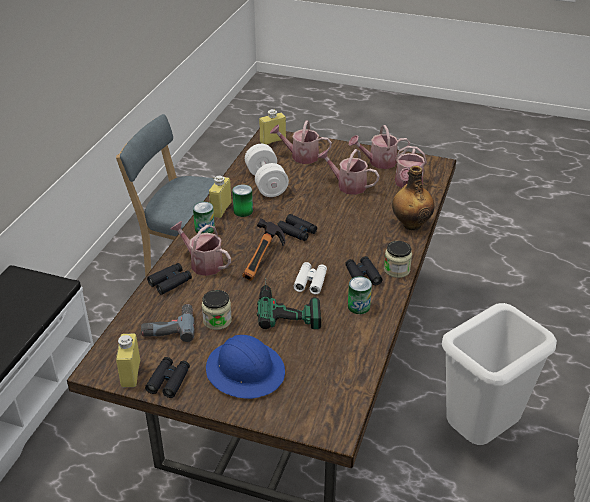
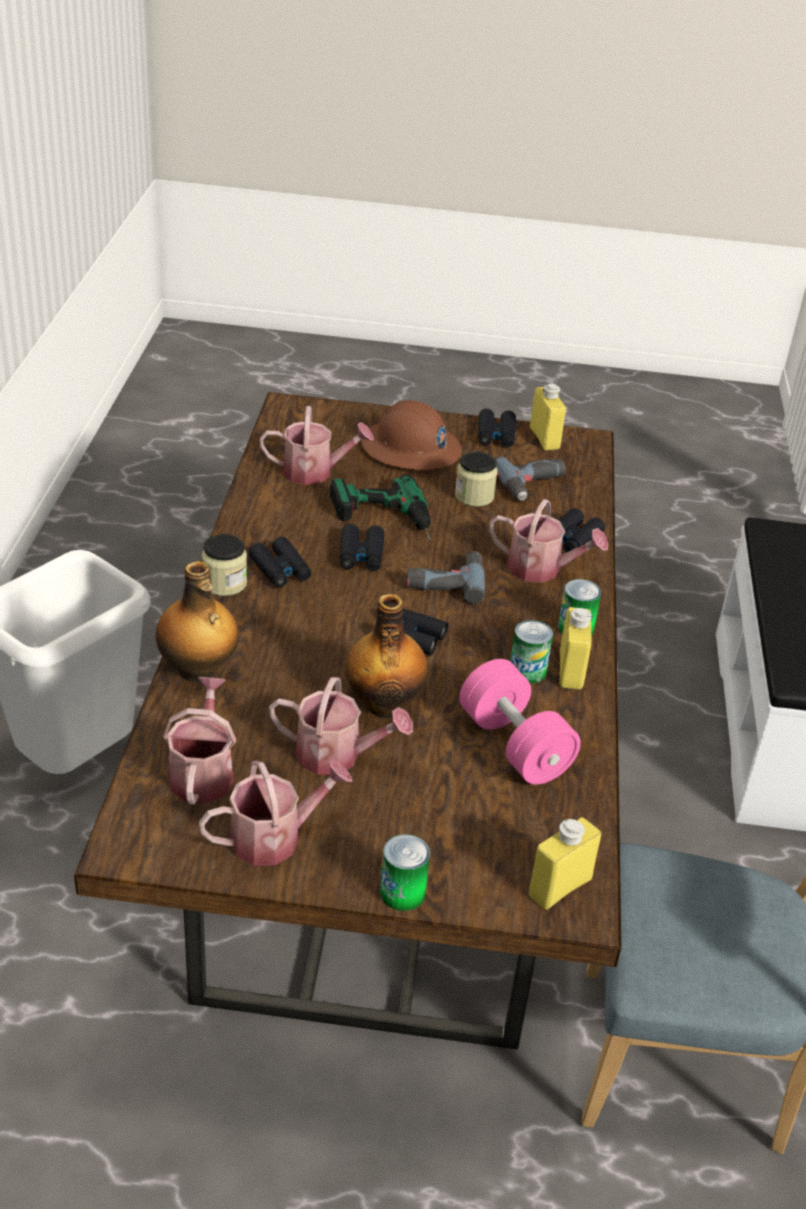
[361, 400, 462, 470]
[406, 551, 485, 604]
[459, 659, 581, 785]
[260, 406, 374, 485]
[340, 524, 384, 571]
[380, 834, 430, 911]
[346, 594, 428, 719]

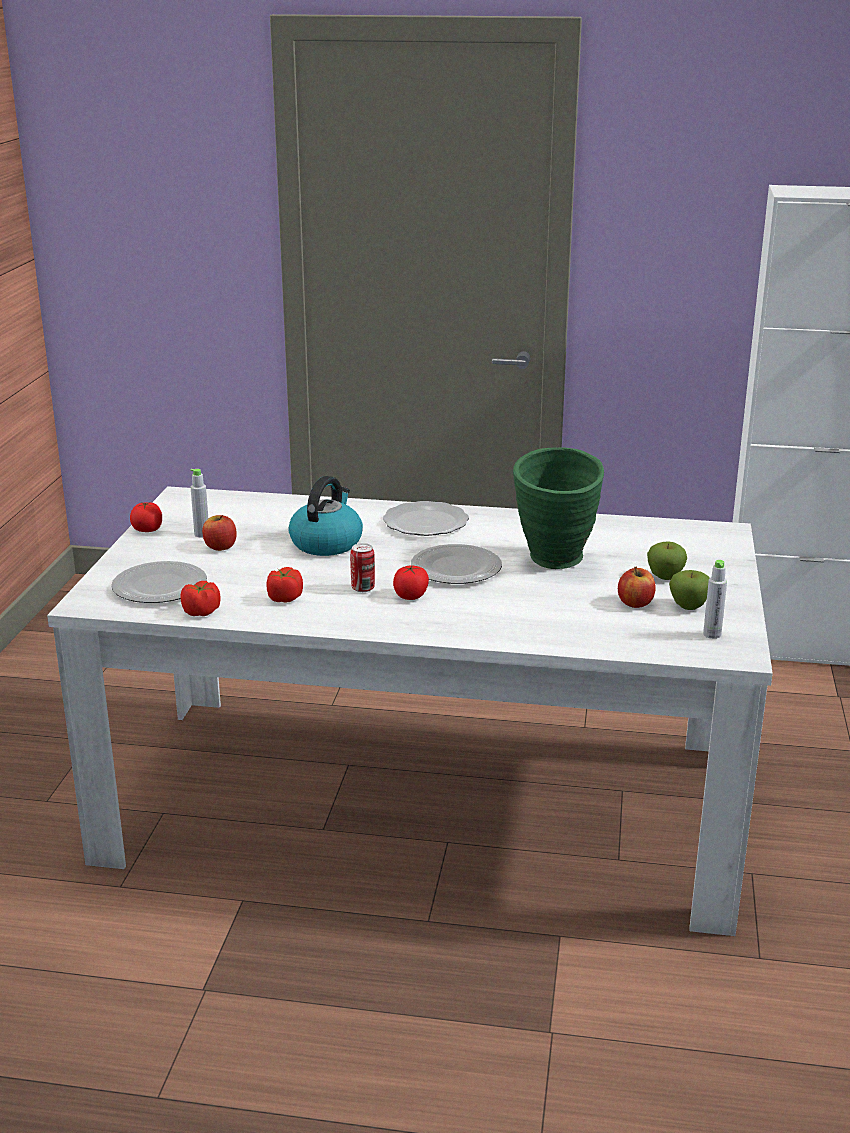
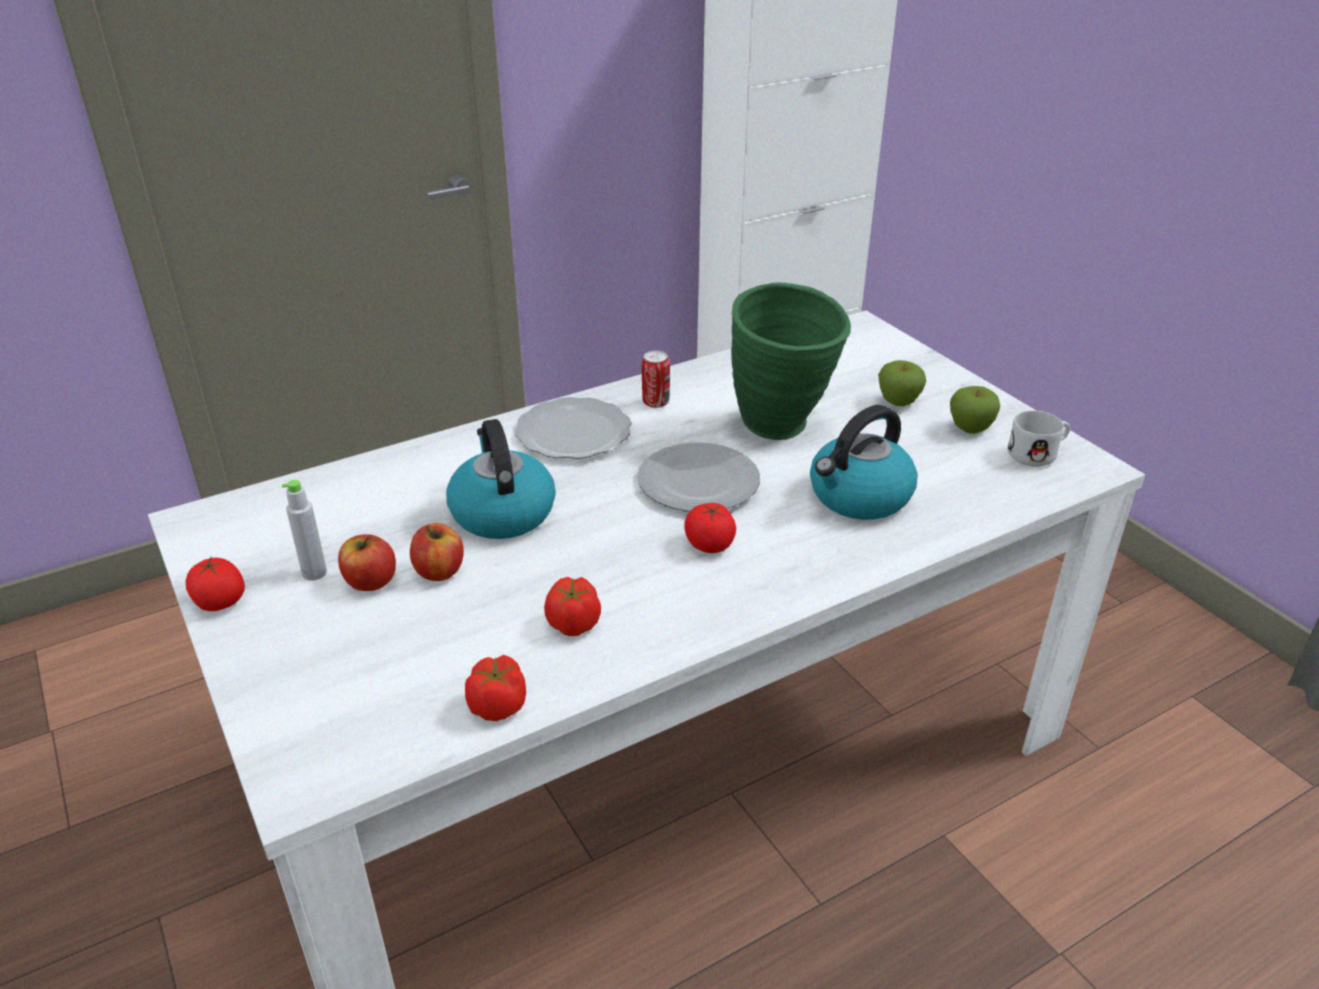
[111, 561, 207, 603] (first image)
[642, 351, 670, 408]
[410, 523, 464, 581]
[1008, 410, 1070, 467]
[810, 405, 917, 520]

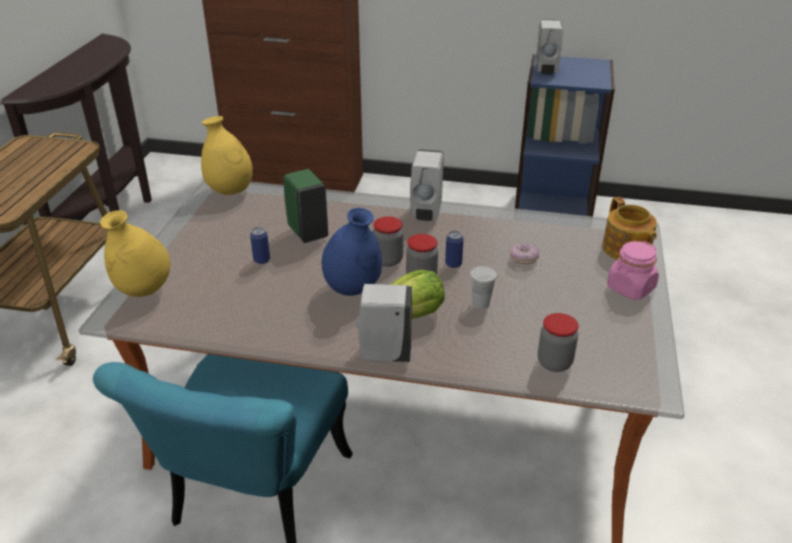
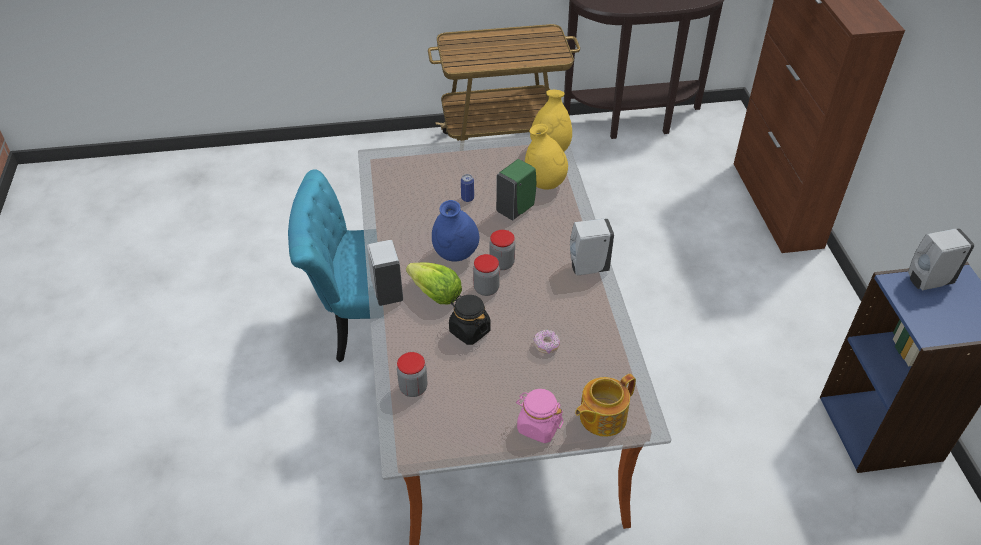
[525, 124, 568, 190]
[445, 231, 464, 268] (first image)
[449, 295, 491, 345]

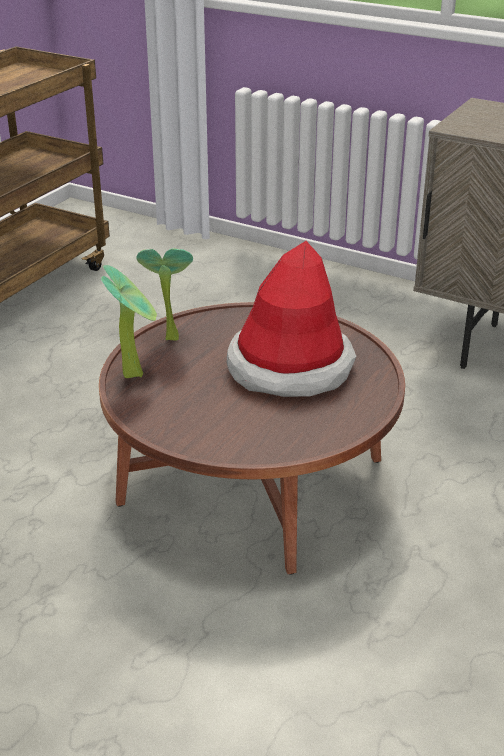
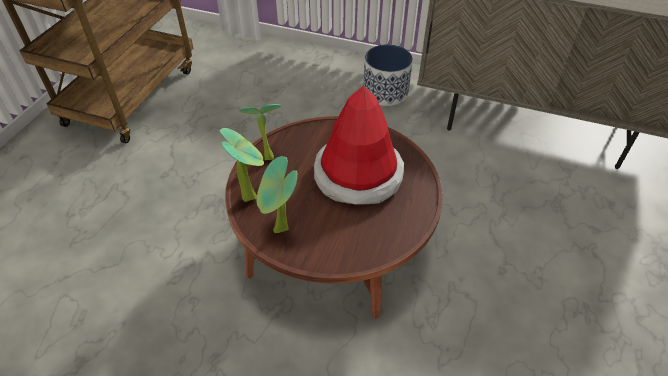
[257, 156, 297, 233]
[363, 44, 413, 106]

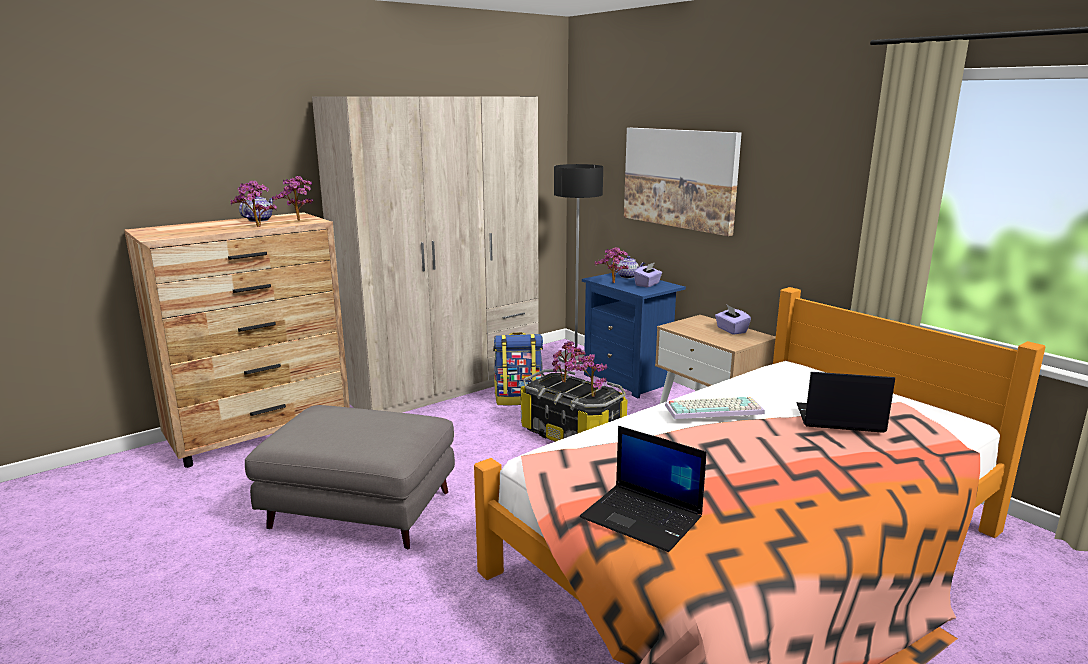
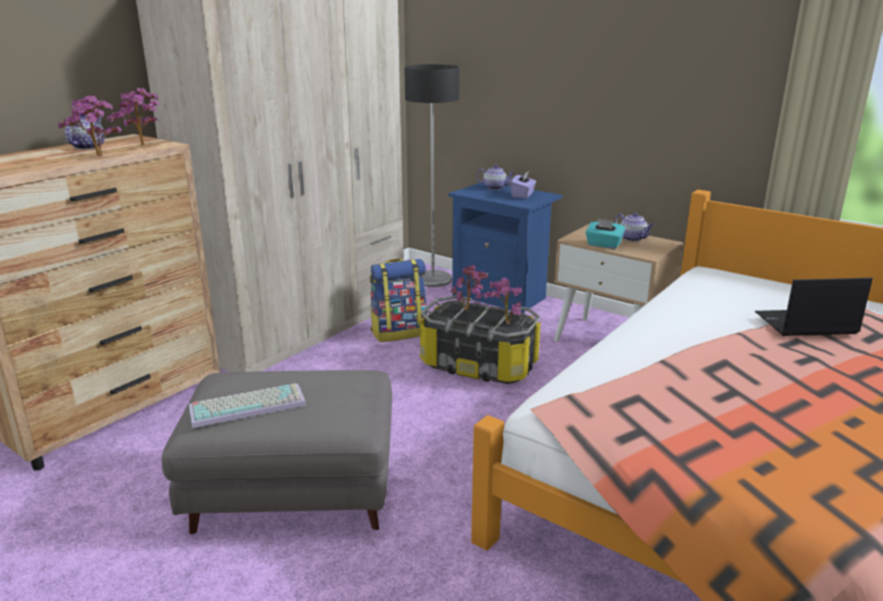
[580, 426, 707, 552] (first image)
[595, 247, 629, 283] (first image)
[624, 128, 742, 236] (first image)
[189, 383, 307, 428]
[615, 213, 654, 241]
[585, 219, 626, 249]

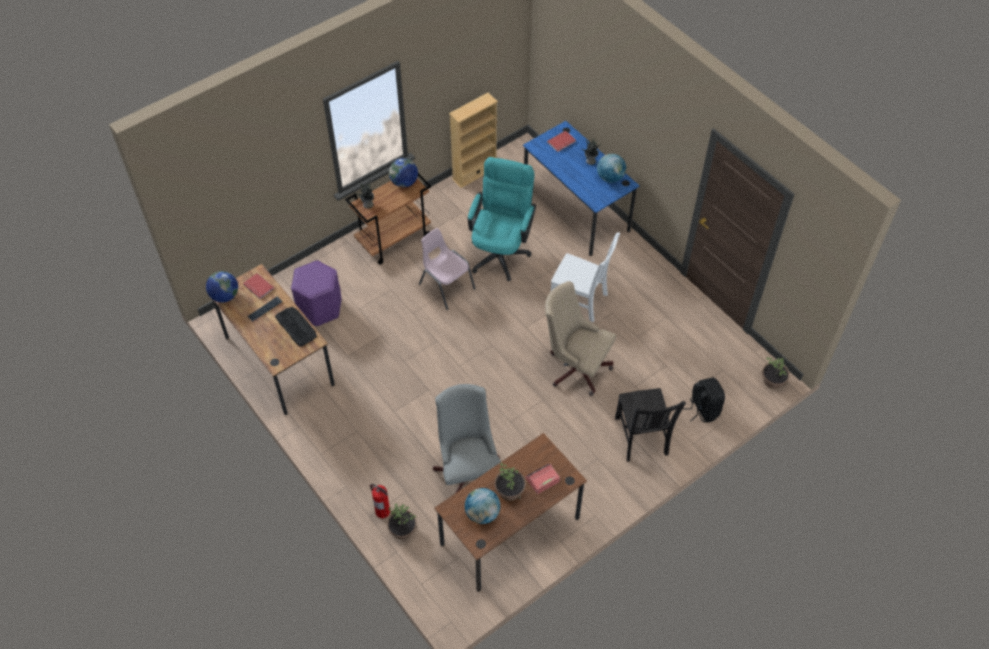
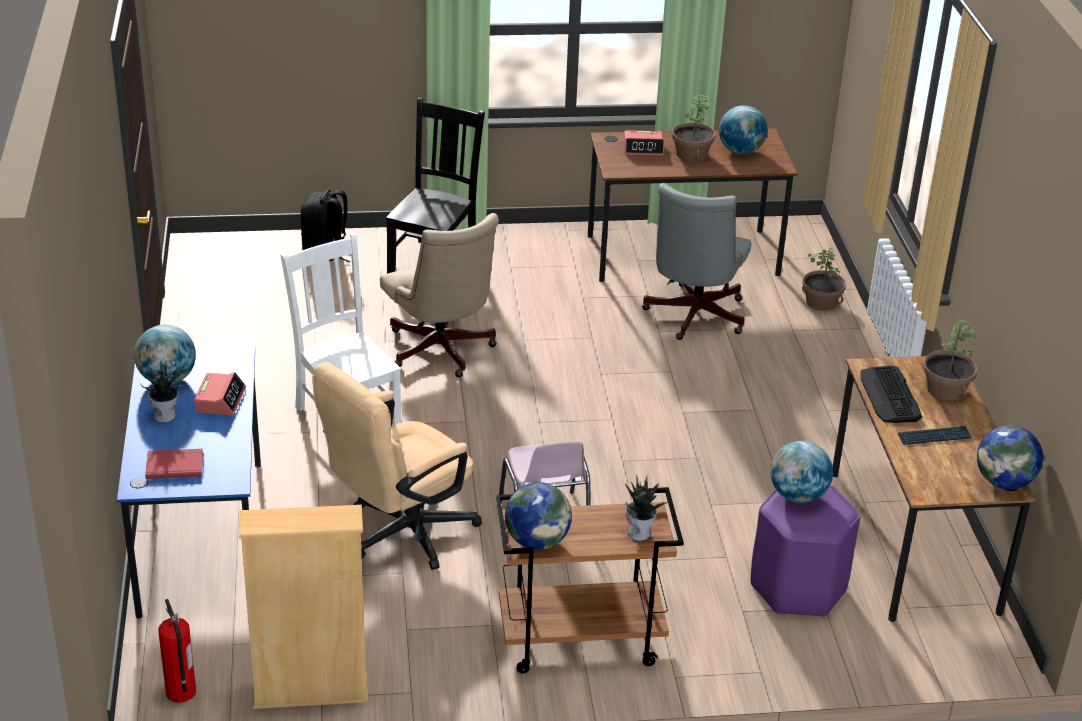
[243, 273, 274, 299] (first image)
[158, 599, 196, 703]
[312, 362, 482, 570]
[923, 320, 978, 401]
[194, 372, 246, 416]
[770, 441, 833, 503]

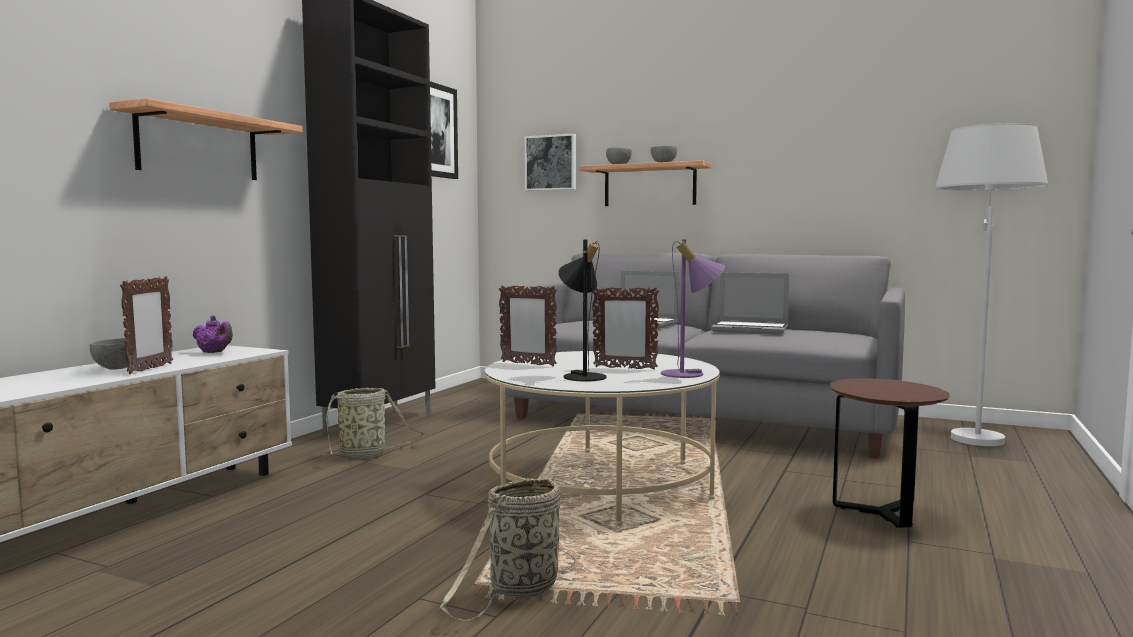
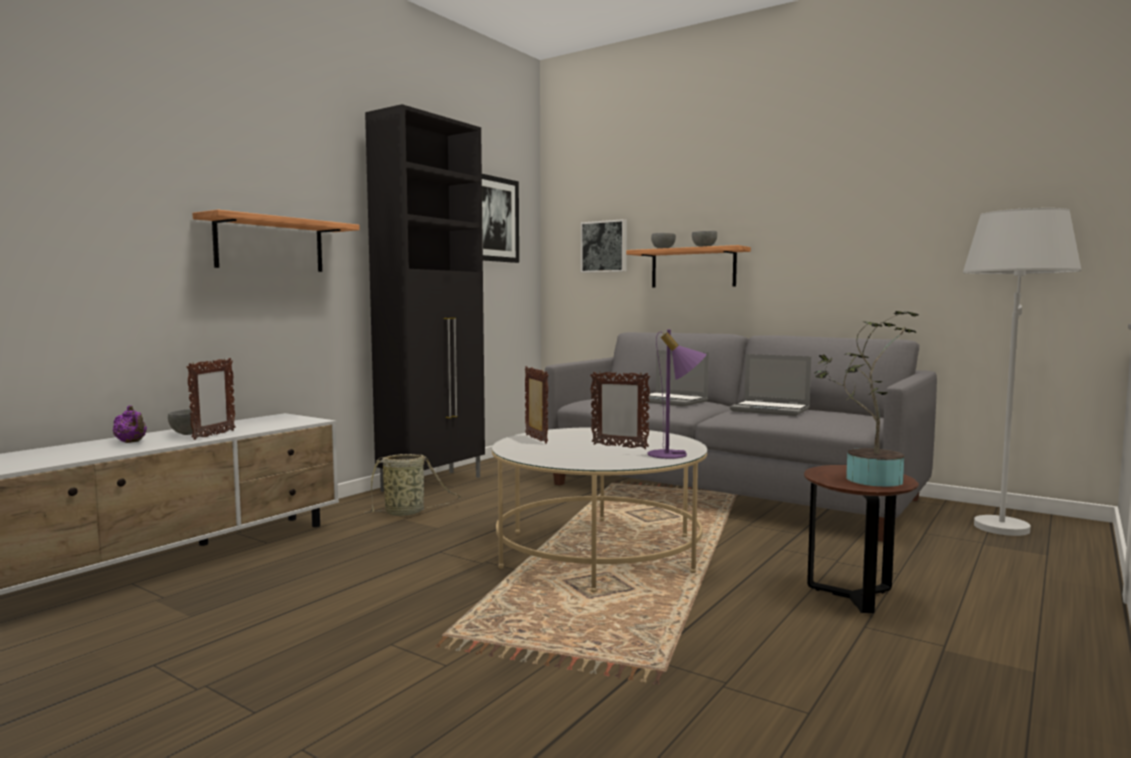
[113, 405, 147, 443]
[440, 476, 576, 621] (first image)
[525, 366, 548, 444]
[558, 239, 607, 382] (first image)
[814, 311, 919, 487]

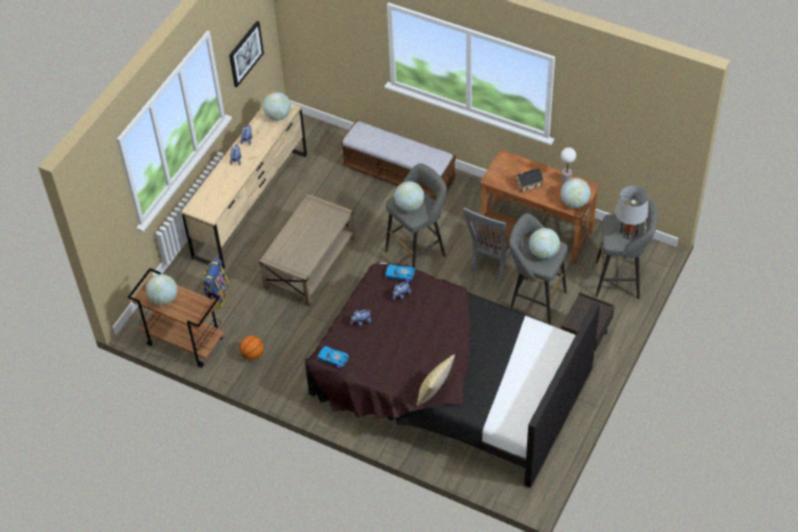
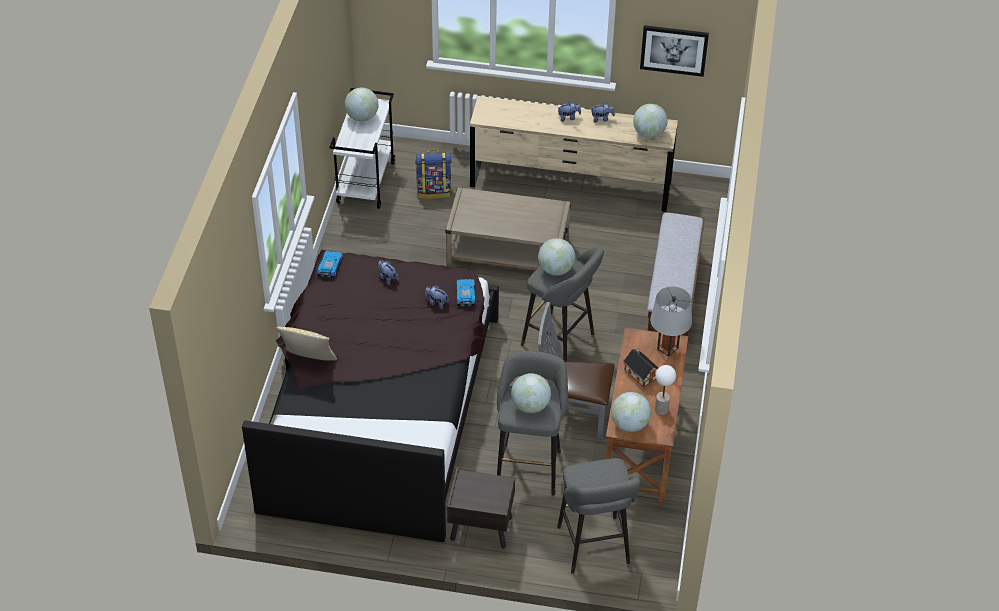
[330, 88, 395, 209]
[239, 336, 264, 360] (first image)
[650, 286, 692, 357]

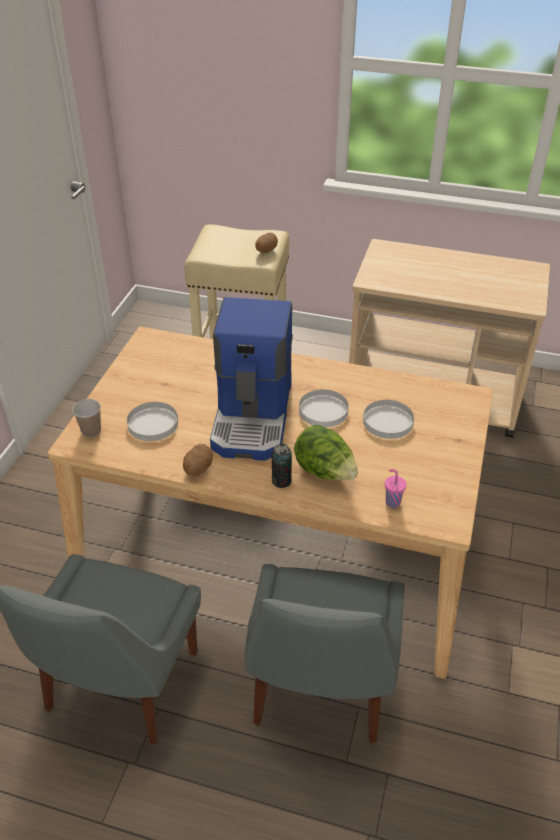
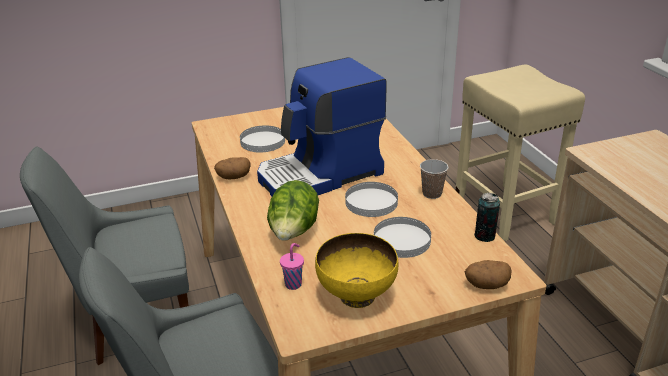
[420, 159, 448, 199]
[465, 260, 512, 289]
[474, 193, 500, 242]
[315, 233, 398, 308]

